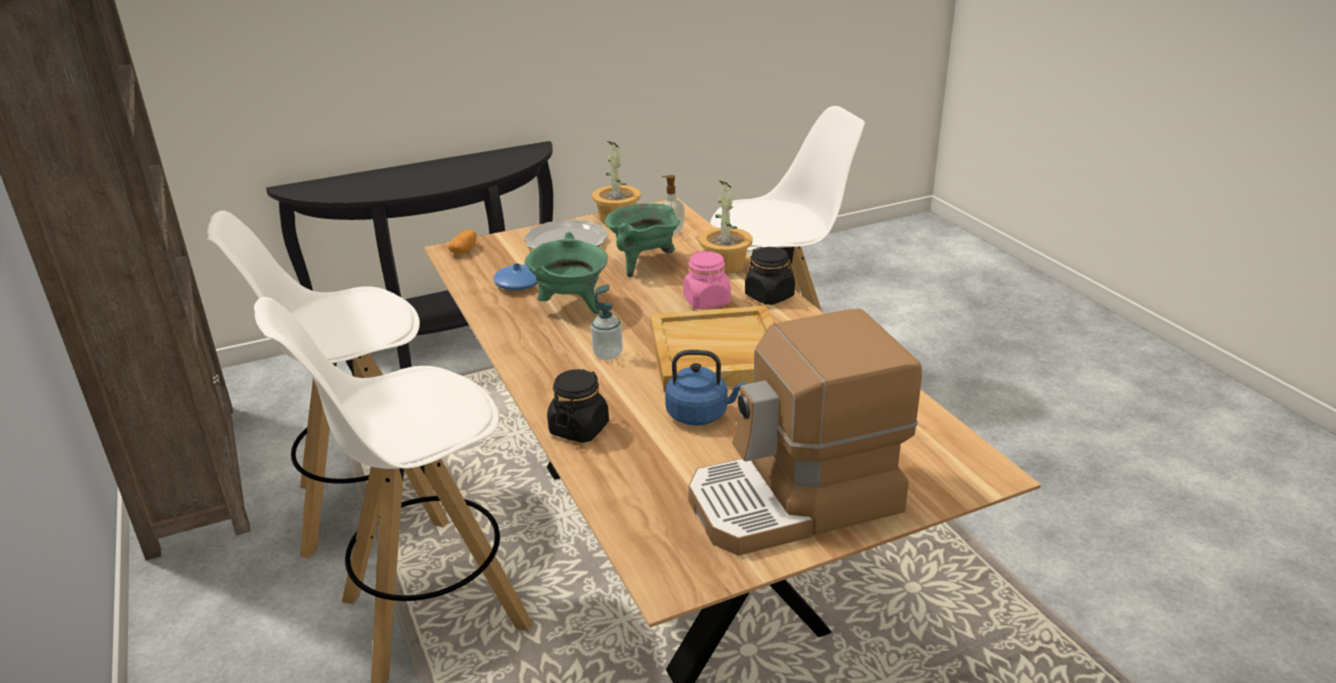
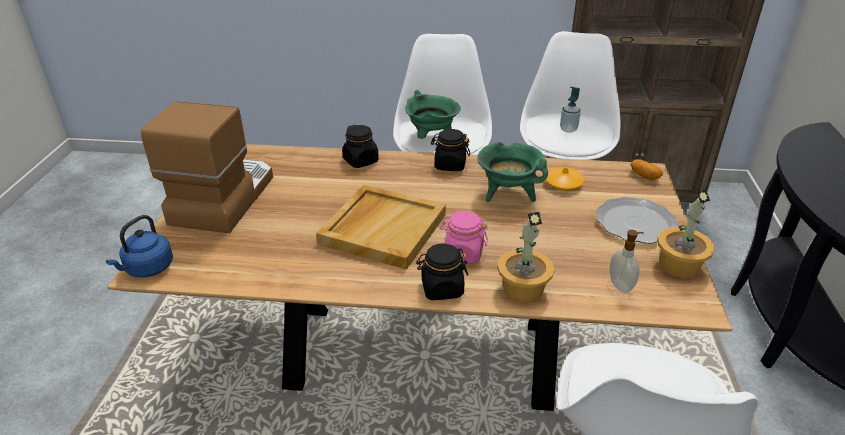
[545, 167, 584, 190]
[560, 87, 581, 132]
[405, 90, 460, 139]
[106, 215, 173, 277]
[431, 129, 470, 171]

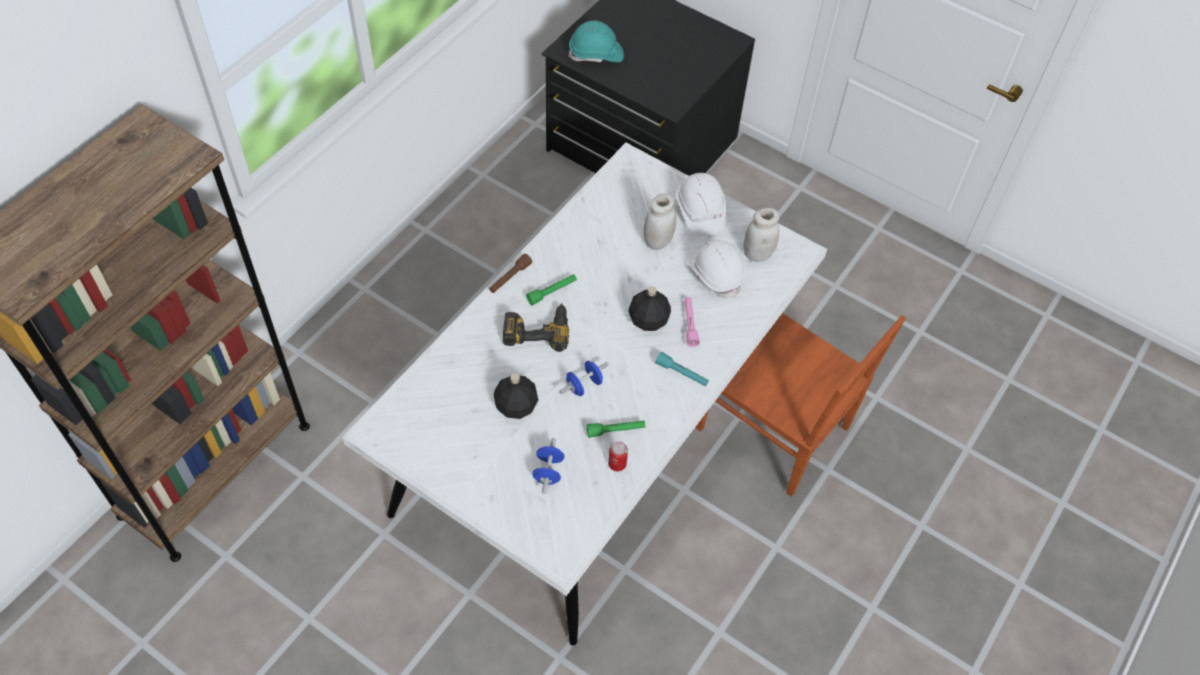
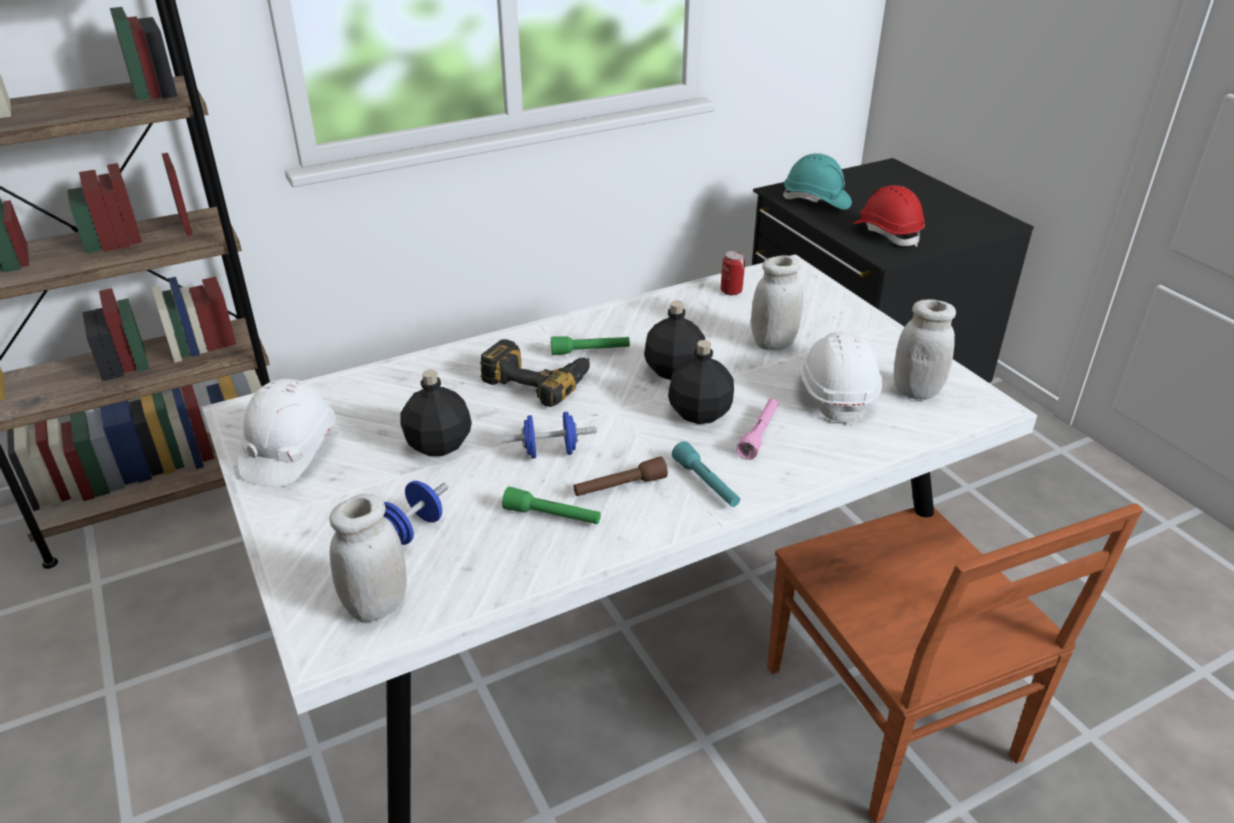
[573, 456, 668, 496]
[721, 251, 745, 295]
[239, 379, 335, 487]
[329, 494, 407, 622]
[644, 300, 705, 380]
[852, 185, 925, 247]

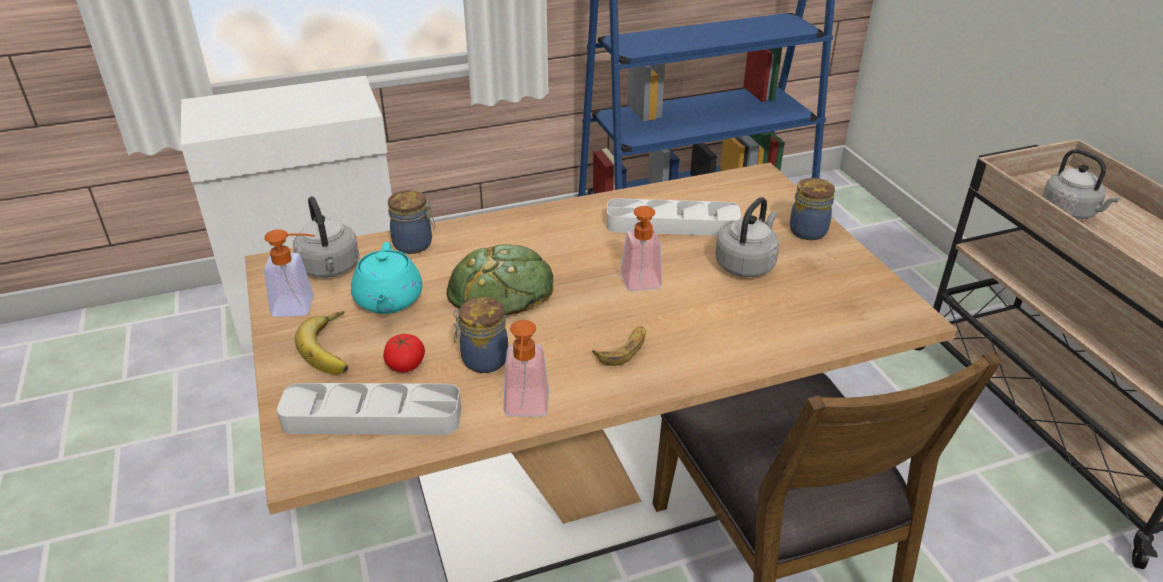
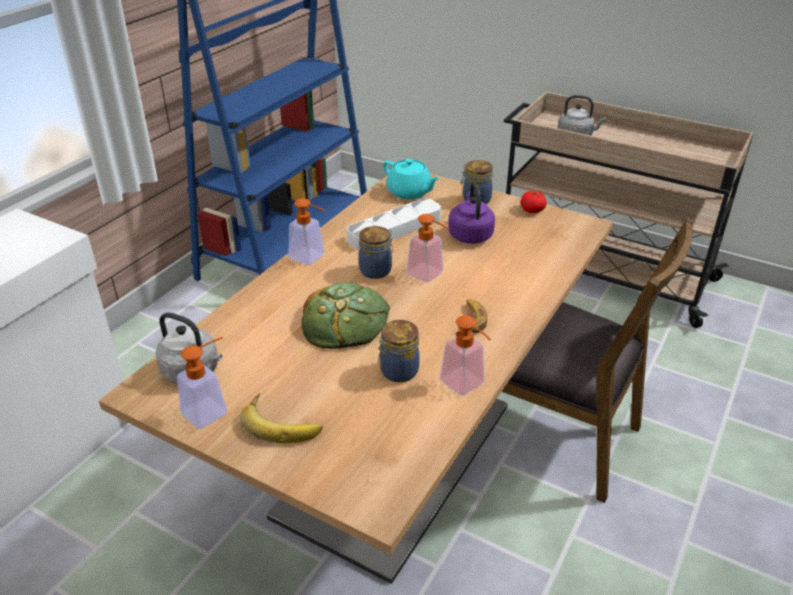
[277, 383, 461, 435] (first image)
[383, 159, 440, 199]
[521, 191, 547, 213]
[359, 226, 393, 279]
[449, 182, 495, 244]
[289, 198, 325, 265]

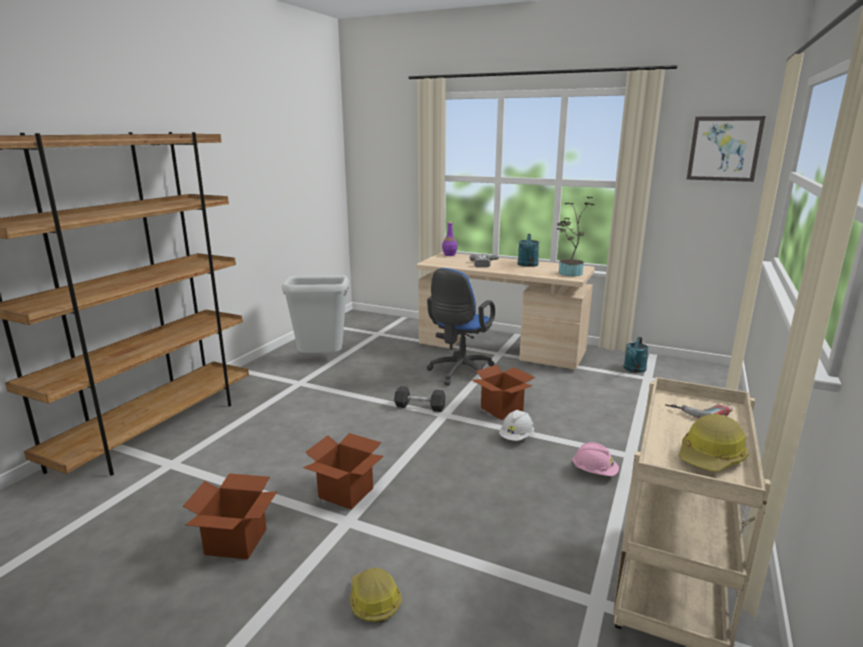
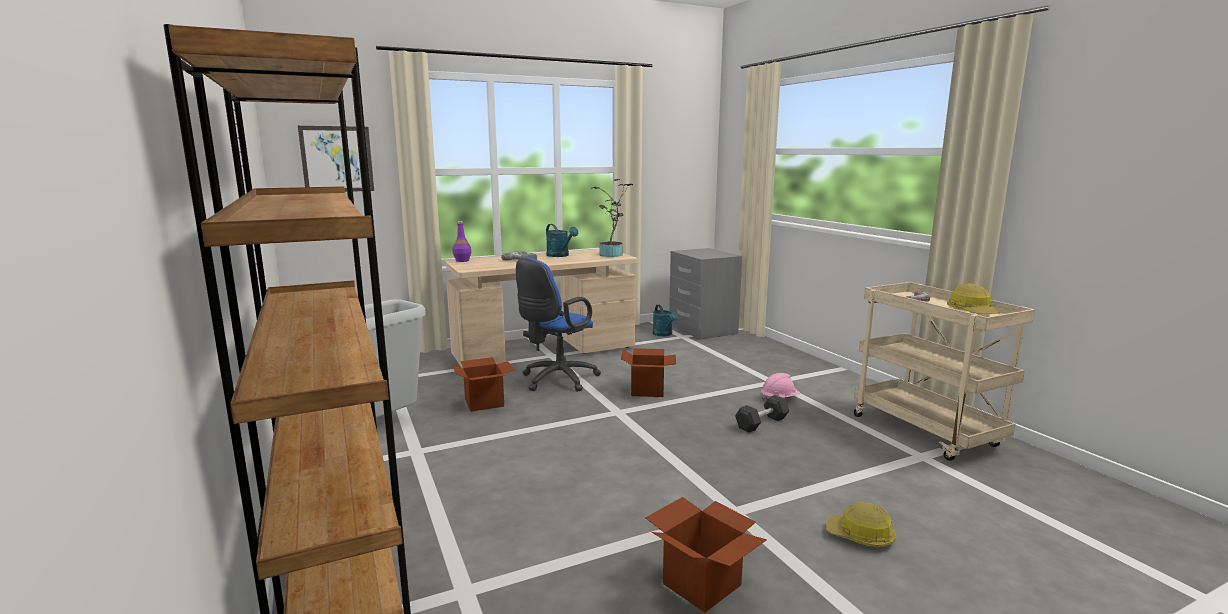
[452, 357, 515, 412]
[735, 395, 789, 433]
[516, 258, 601, 392]
[499, 410, 534, 441] (first image)
[298, 126, 374, 192]
[669, 248, 742, 340]

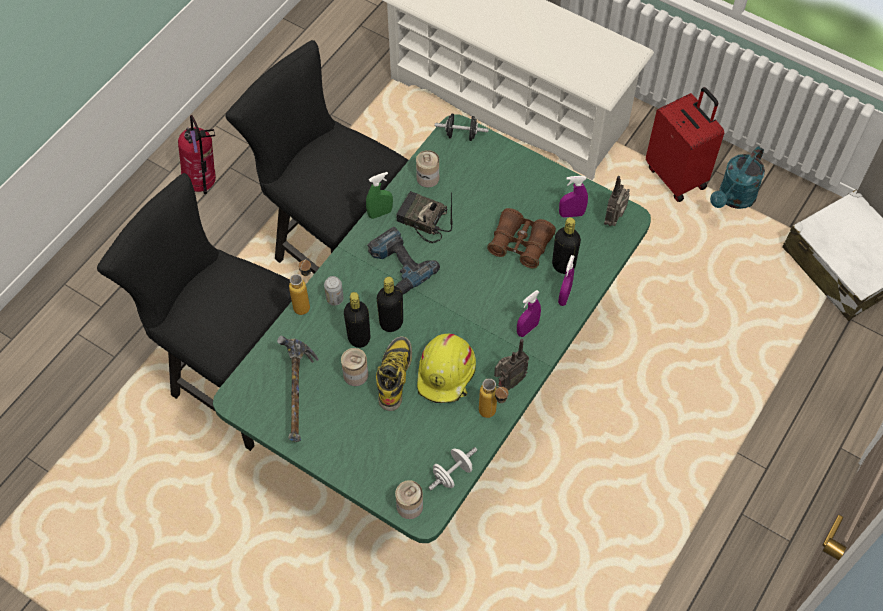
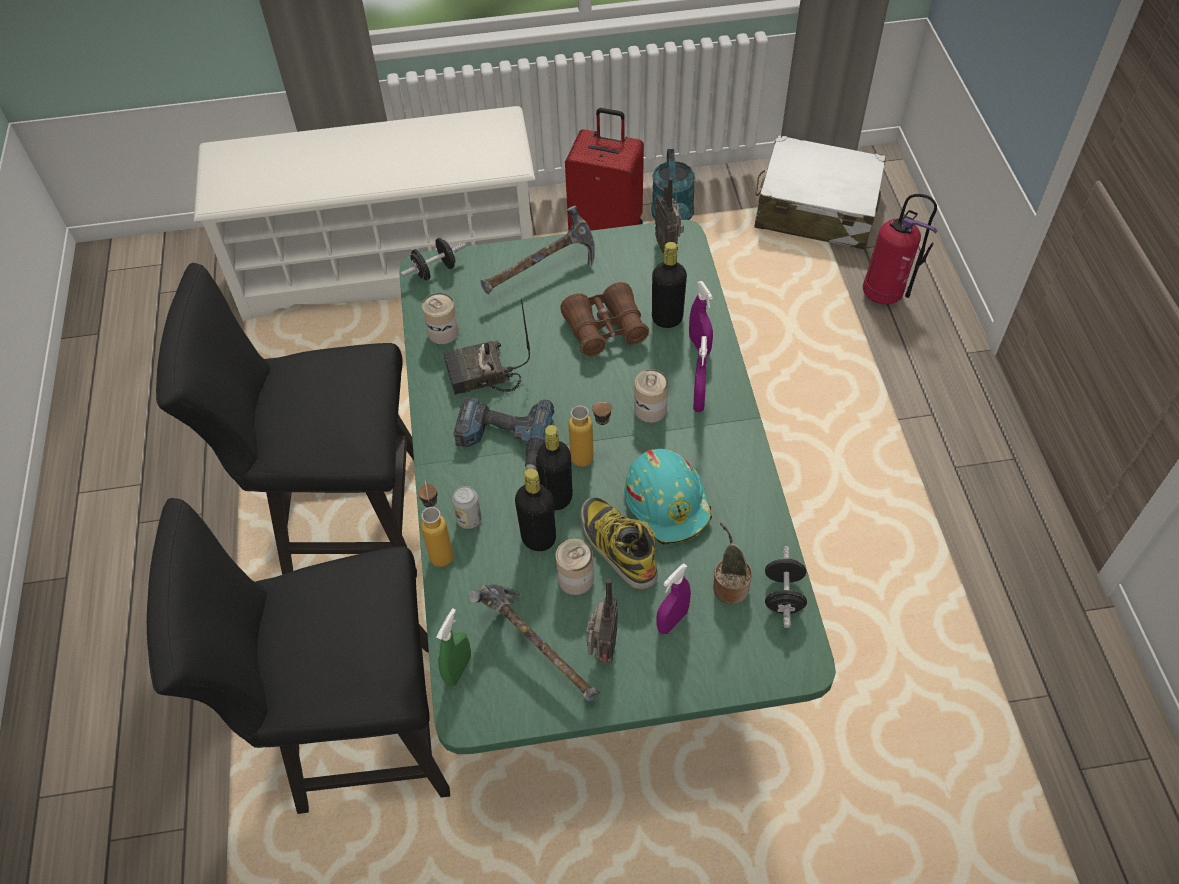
[863, 194, 938, 304]
[436, 608, 471, 686]
[634, 369, 668, 423]
[624, 449, 712, 545]
[765, 546, 807, 628]
[568, 402, 613, 467]
[586, 579, 618, 664]
[656, 563, 691, 634]
[480, 206, 595, 294]
[713, 522, 752, 604]

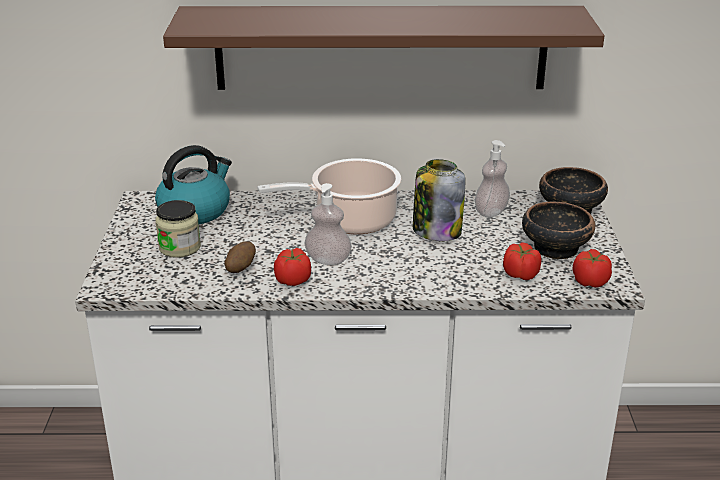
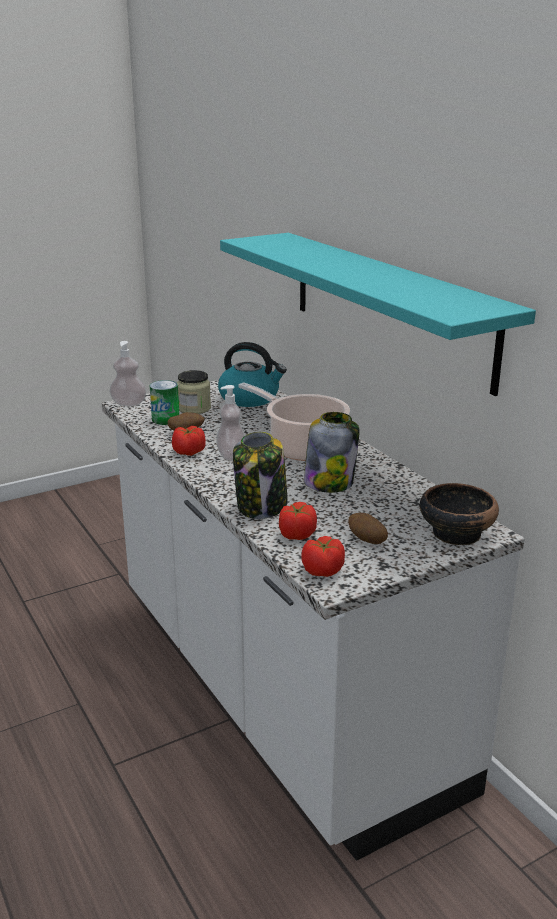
[220, 233, 536, 396]
[109, 341, 146, 406]
[348, 513, 388, 544]
[150, 380, 179, 425]
[233, 432, 288, 519]

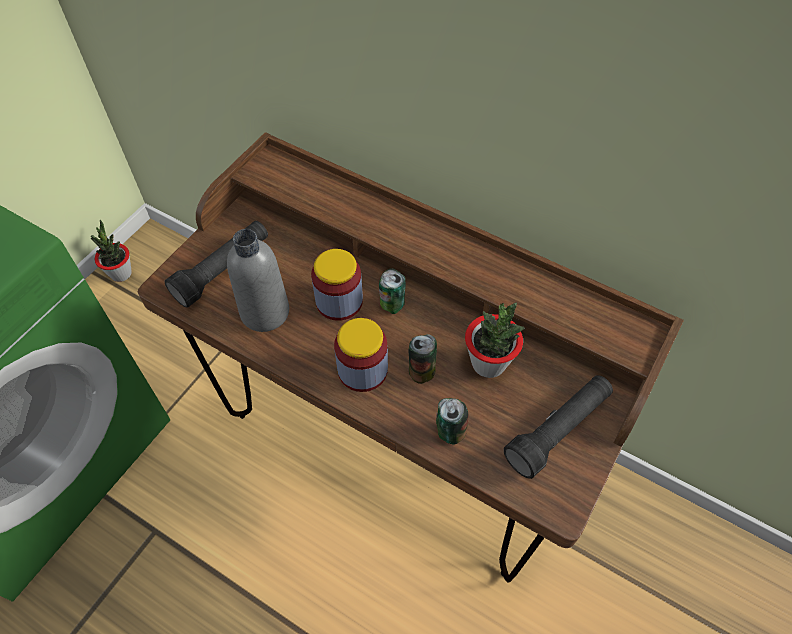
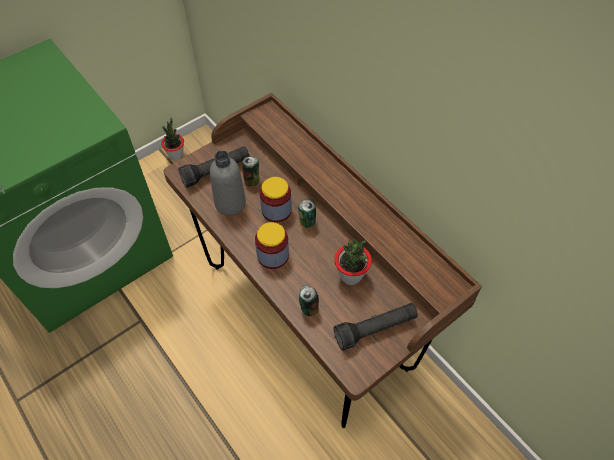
[242, 157, 259, 186]

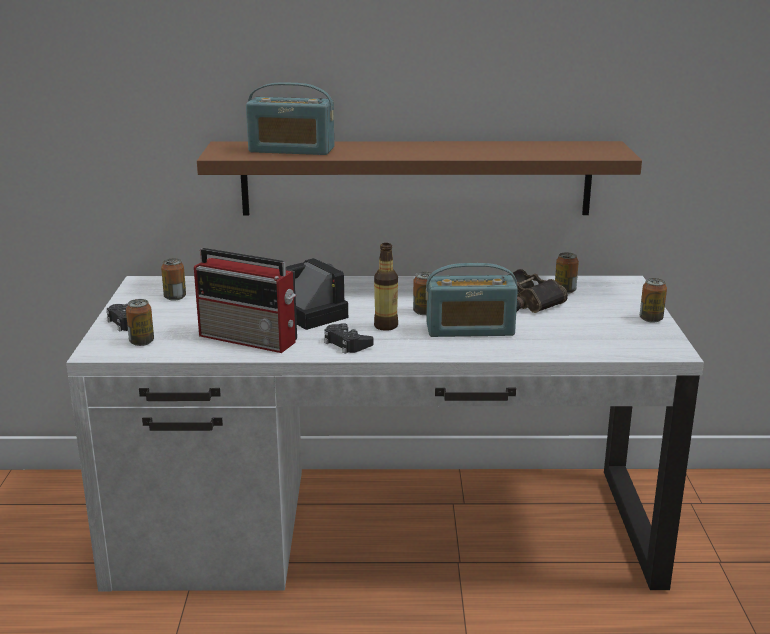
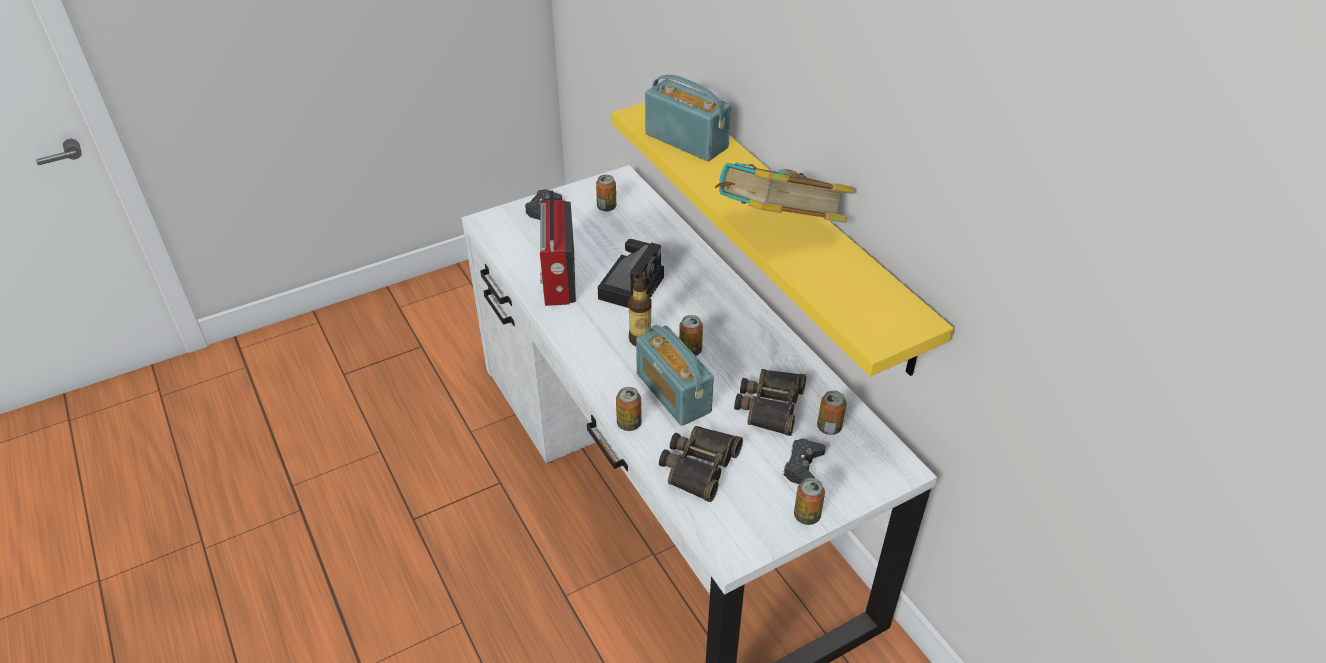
[616, 387, 642, 431]
[612, 103, 954, 377]
[645, 75, 731, 161]
[783, 439, 826, 484]
[659, 426, 743, 502]
[715, 163, 854, 223]

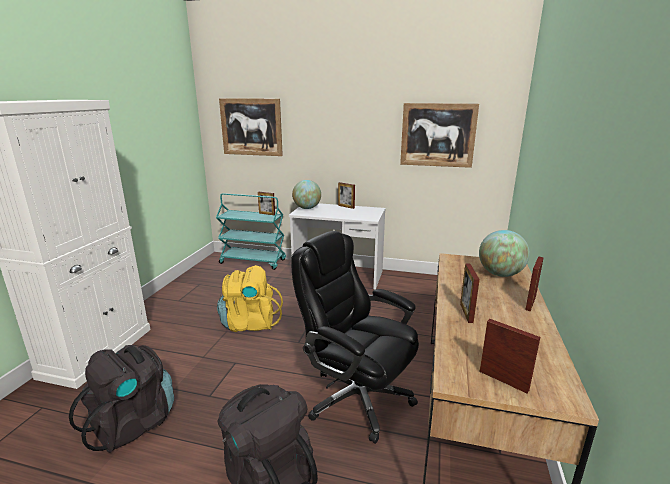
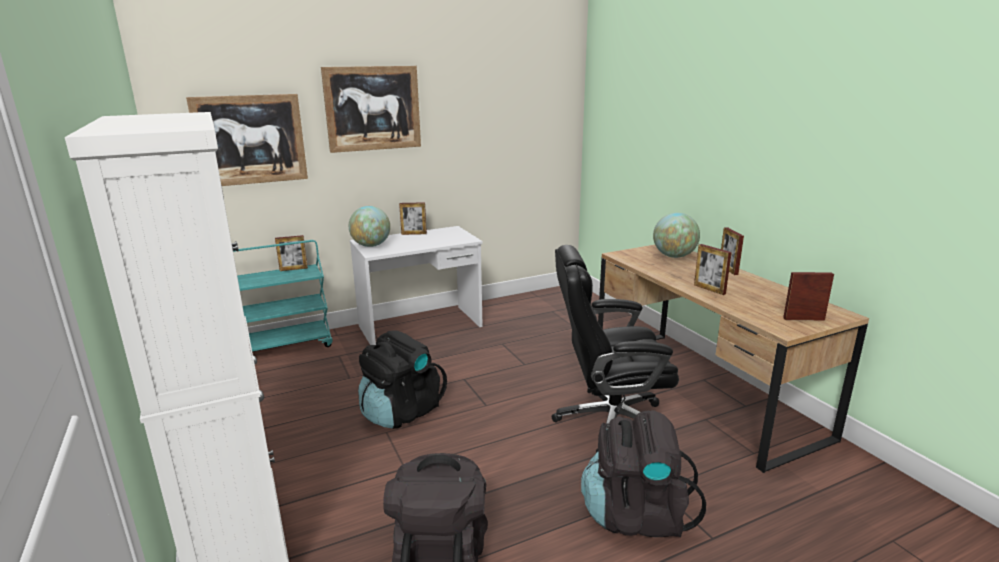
[358, 331, 447, 429]
[321, 66, 421, 153]

